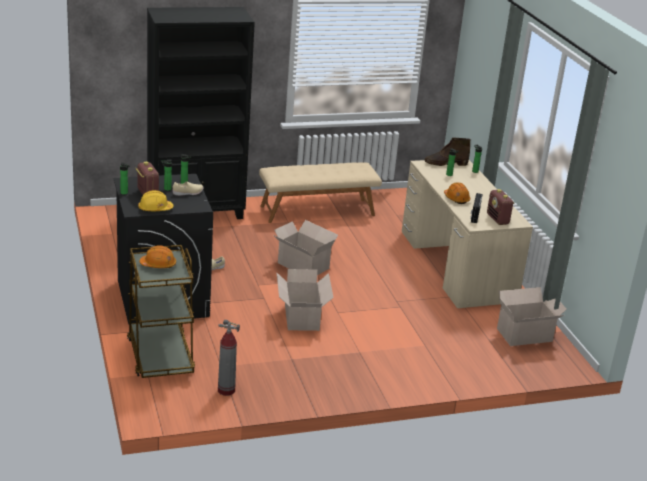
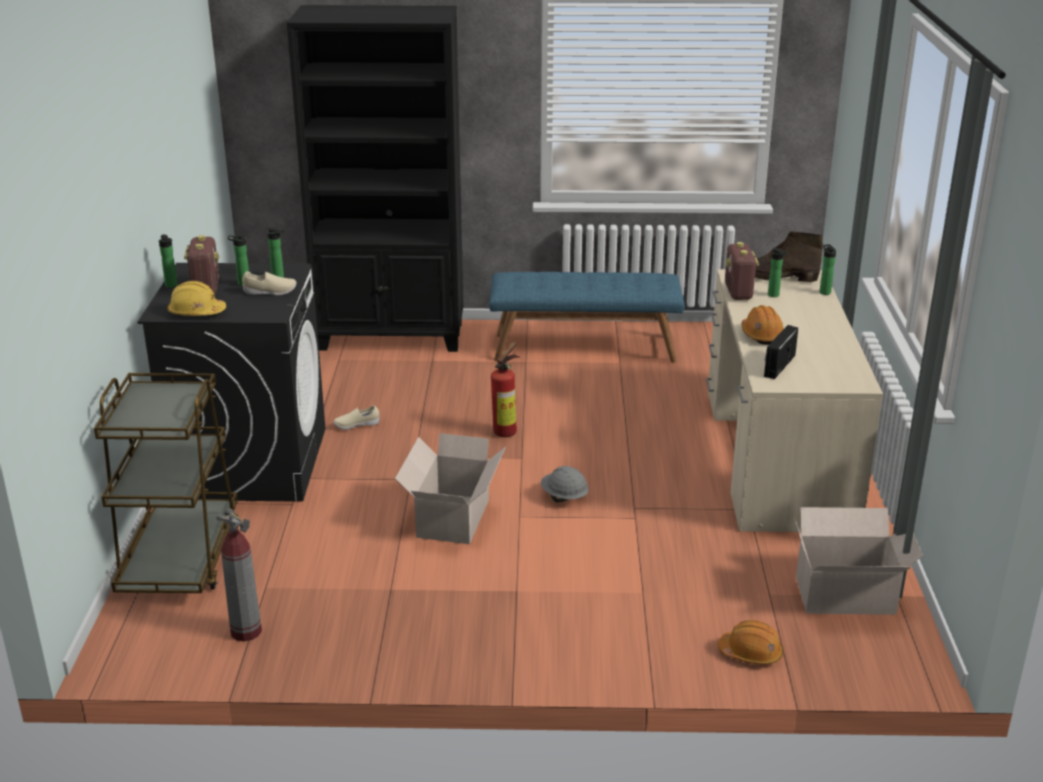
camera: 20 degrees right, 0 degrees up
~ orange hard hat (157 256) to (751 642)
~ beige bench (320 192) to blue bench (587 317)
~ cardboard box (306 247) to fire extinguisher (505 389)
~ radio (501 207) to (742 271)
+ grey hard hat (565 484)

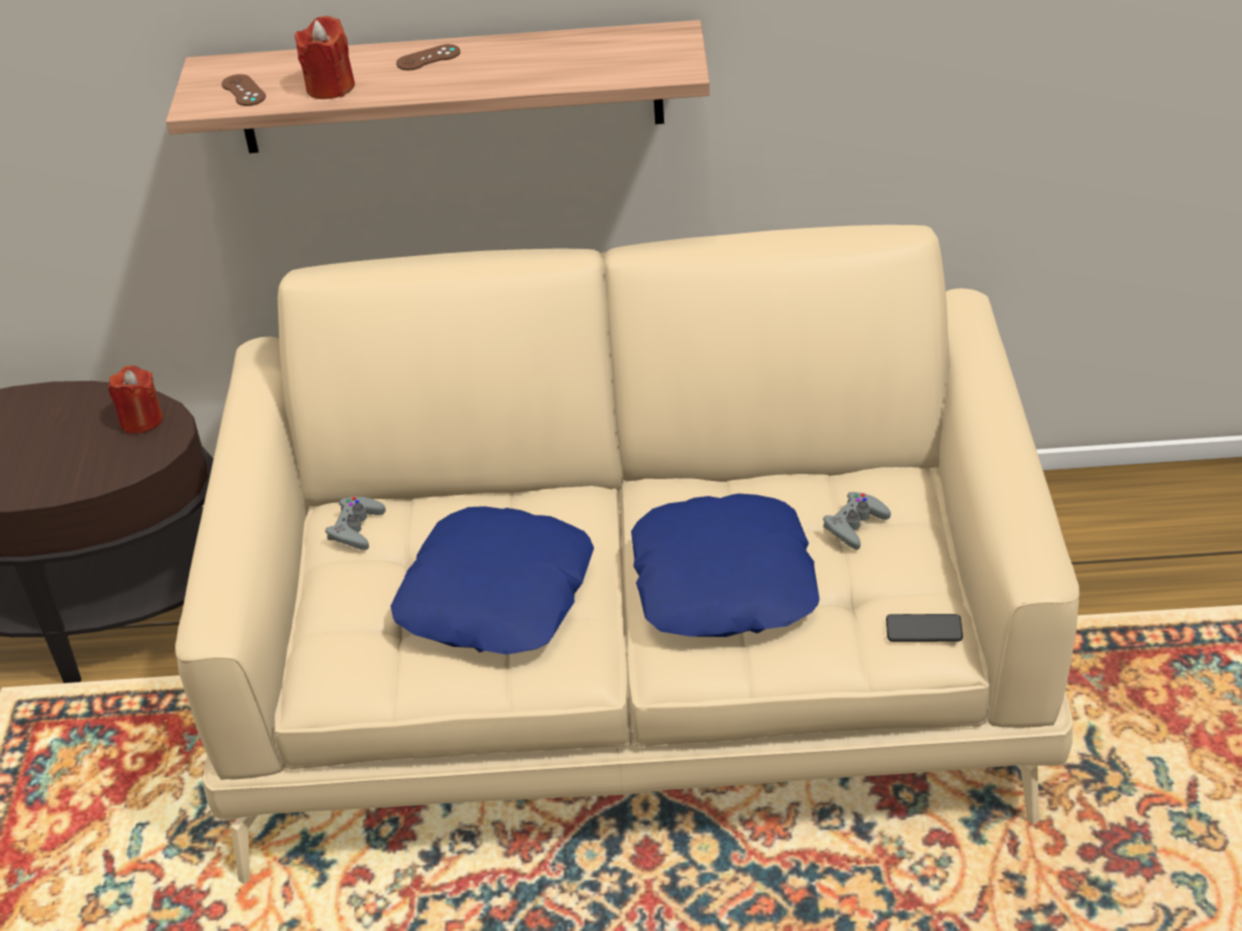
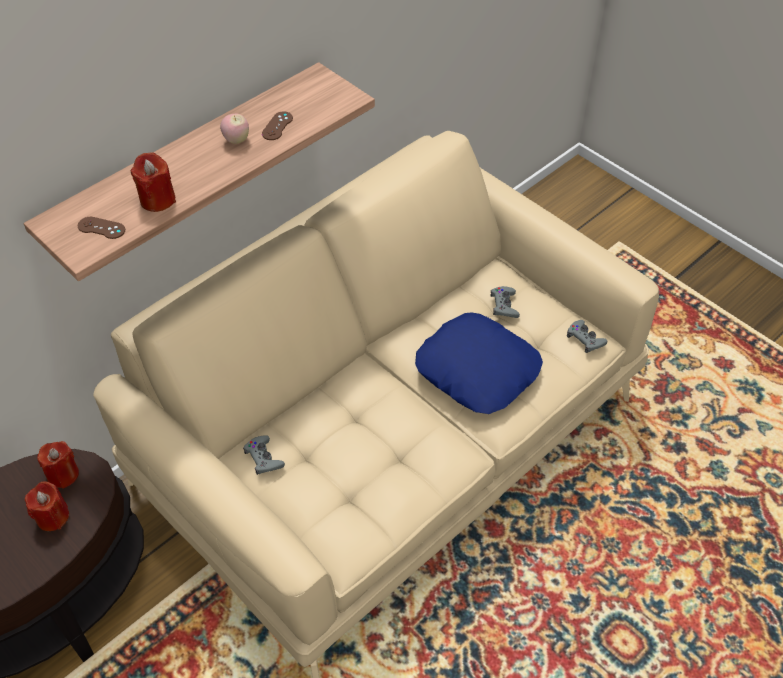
camera: 45 degrees left, 10 degrees up
- blue pillow (492 580)
~ brown game controller (428 57) to (277 125)
~ phone (924 628) to grey game controller (587 336)
+ red candle (47 506)
+ apple (234 129)

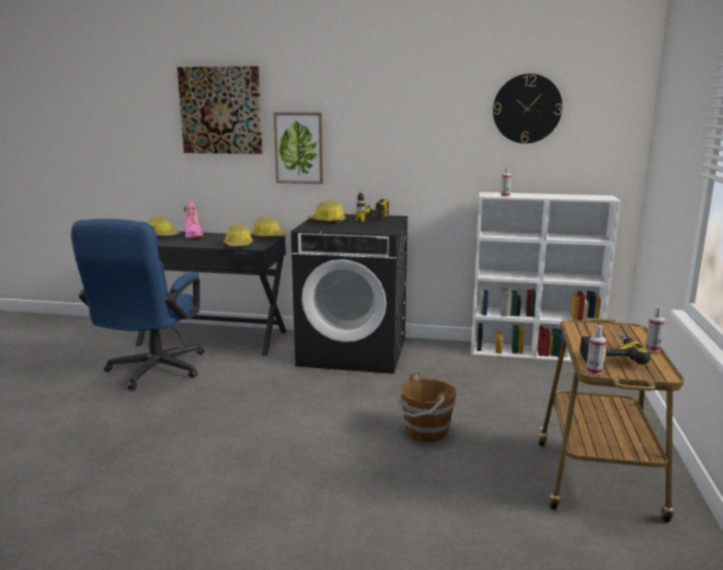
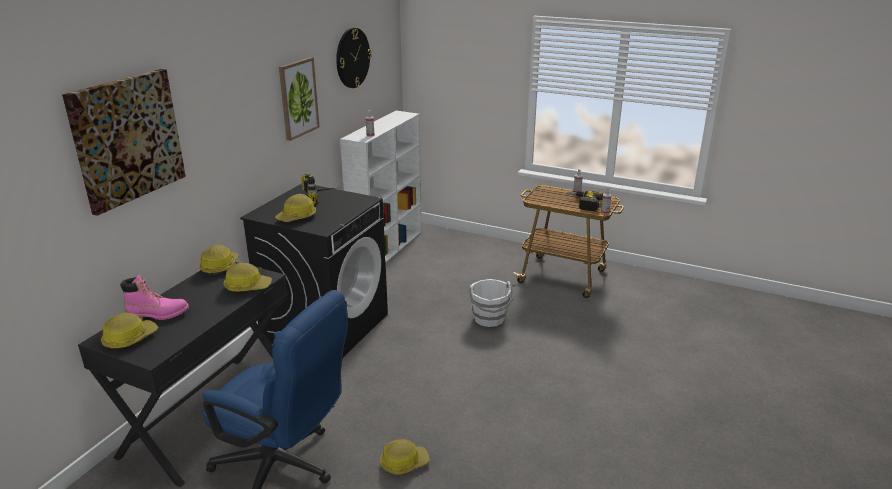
camera: 75 degrees left, 10 degrees up
~ picture (299 148) to (299 99)
~ brown bucket (427 407) to white bucket (491 303)
+ hard hat (404 457)

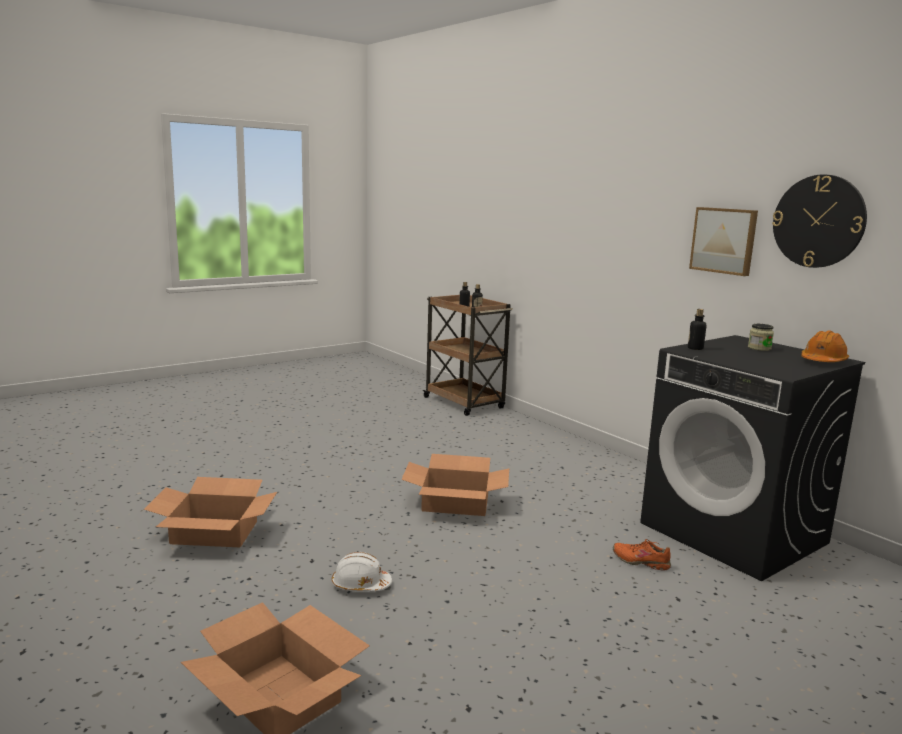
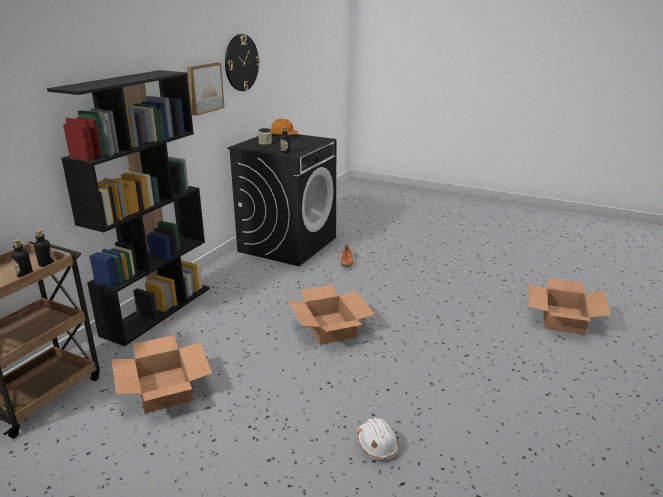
camera: 115 degrees left, 10 degrees up
~ cardboard box (210 512) to (161 374)
~ white hard hat (362 572) to (378 438)
+ black bookcase (128 208)

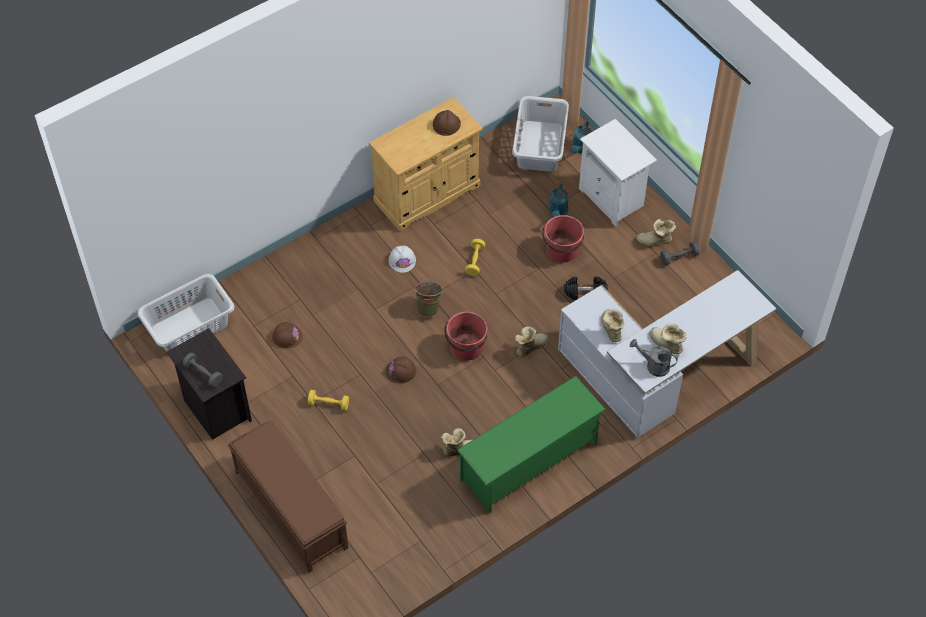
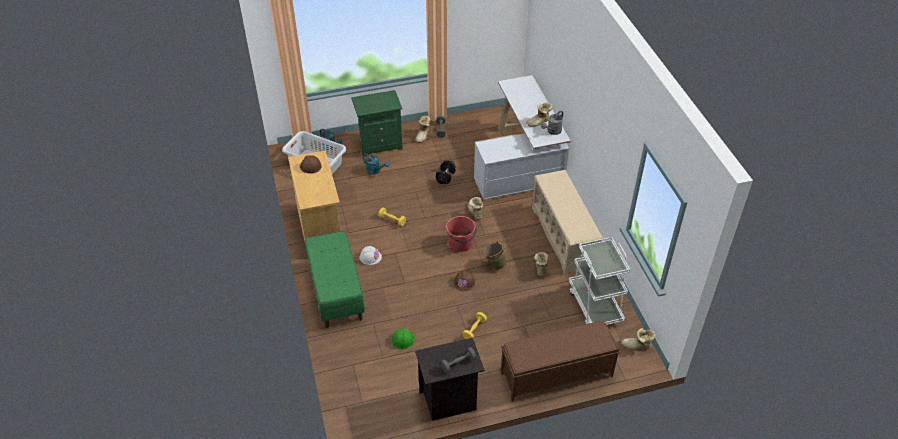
camera: 70 degrees left, 10 degrees down
- grey laundry basket (186 313)
~ brown hard hat (287 335) to green hard hat (403 338)
~ green bucket (428 299) to (494 256)
~ green shoe rack (531 444) to beige shoe rack (567 222)
- red bucket (563 239)
~ white nightstand (618 173) to green nightstand (377 123)
~ boot (612 325) to (638 339)
+ green bench (335 279)
+ white cart (599 281)

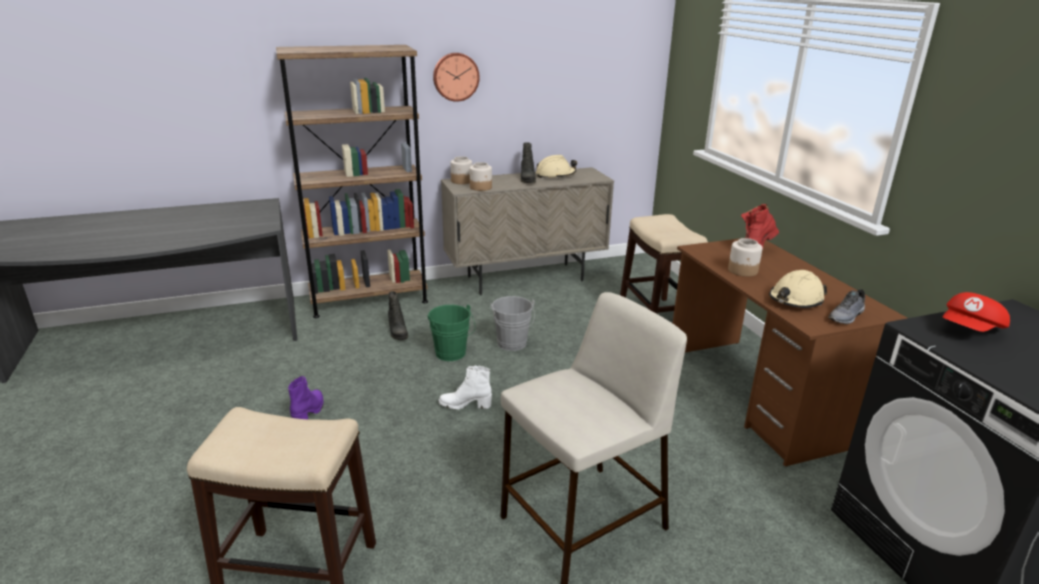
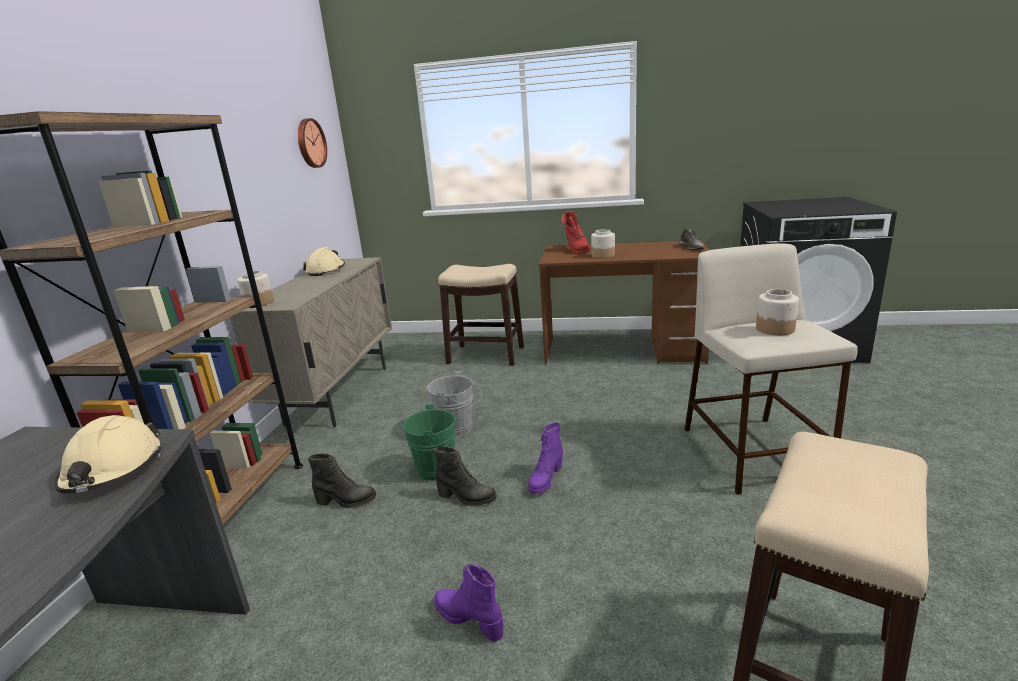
camera: 60 degrees left, 5 degrees down
~ wall clock (456 77) to (312 143)
~ white boot (465 388) to purple boot (545 458)
~ jar (481 176) to (777 312)
~ black boot (528 162) to (465 476)
~ beige hard hat (798 289) to (108 454)
- red cap (976 312)

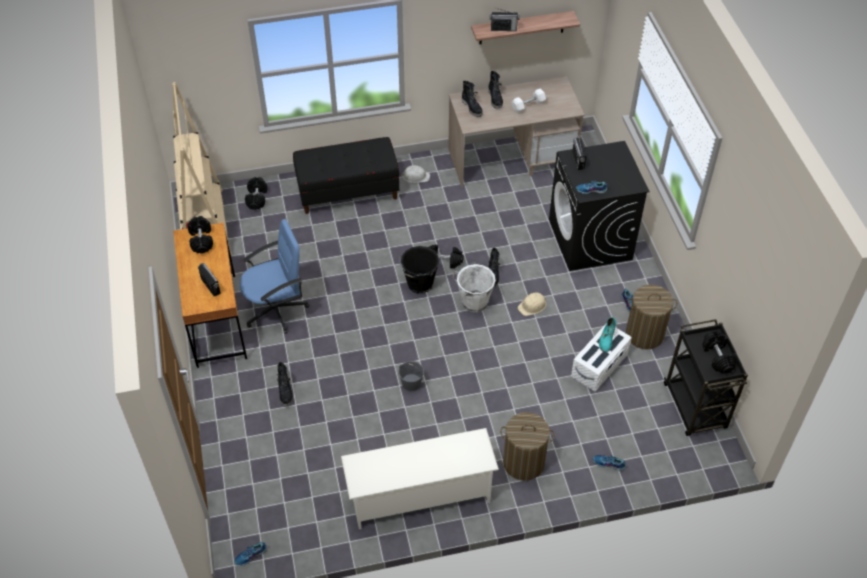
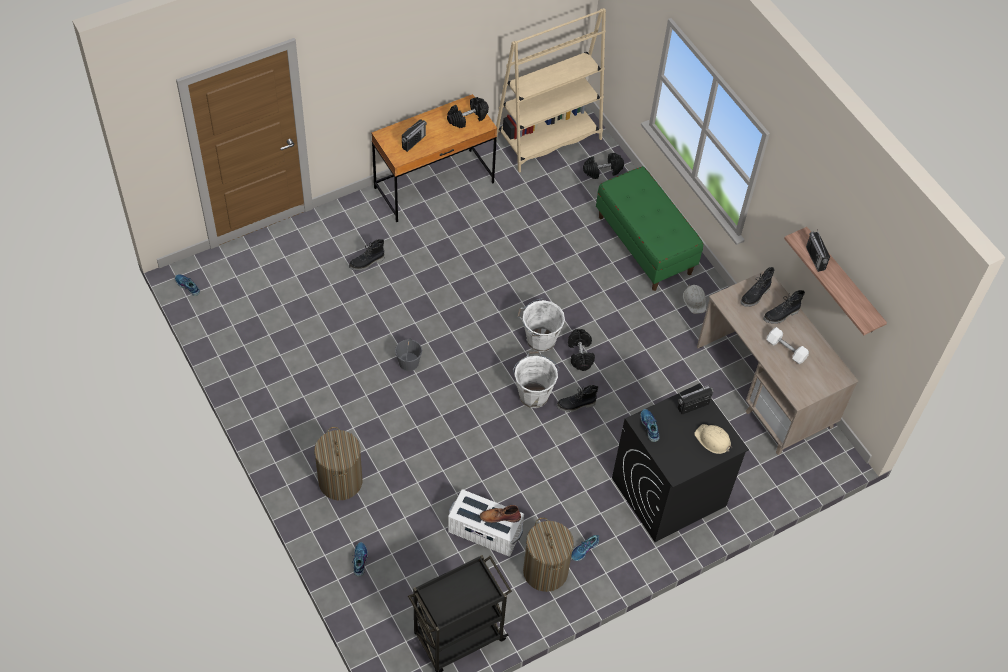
camera: 70 degrees right, 5 degrees up
- blue office chair (274 276)
~ black bench (346 175) to green bench (649 228)
- white shoe rack (420 478)
~ black bucket (419 269) to white bucket (541 325)
~ beige hard hat (532 304) to (713 439)
~ turquoise boot (607 334) to brown boot (500 514)
- black dumbbell (719 351)

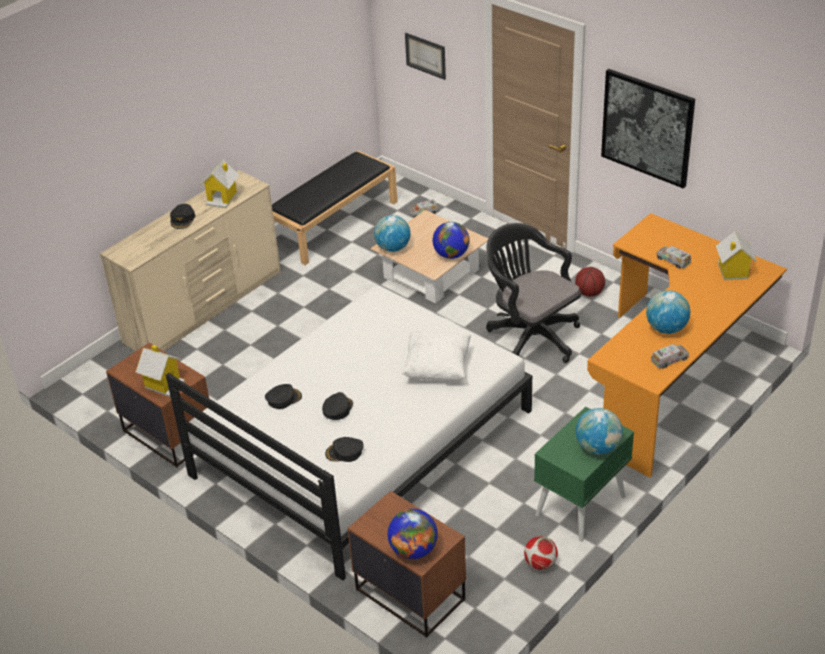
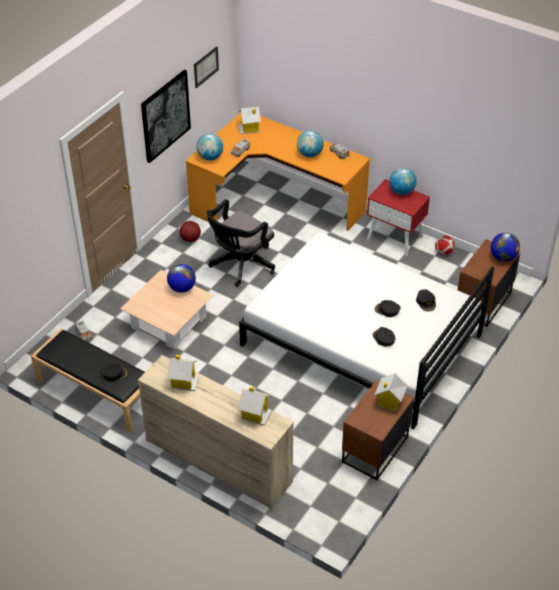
camera: 100 degrees left, 5 degrees up
~ black cap (182 216) to (114 372)
~ globe (392 233) to (210 147)
- white pillow (436 355)
~ picture (425 56) to (206 67)
~ green nightstand (584 474) to red nightstand (398 217)
+ toy house (255 406)

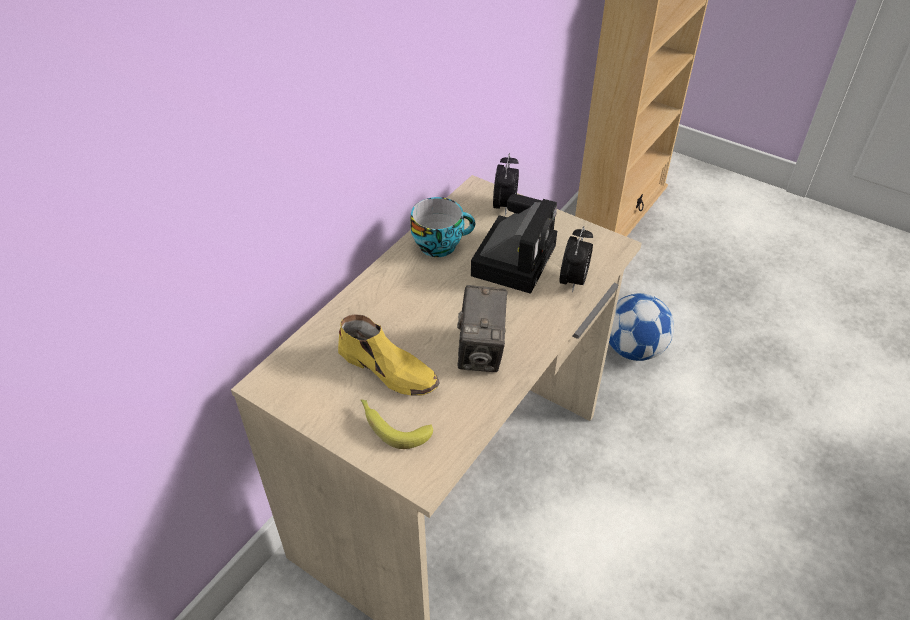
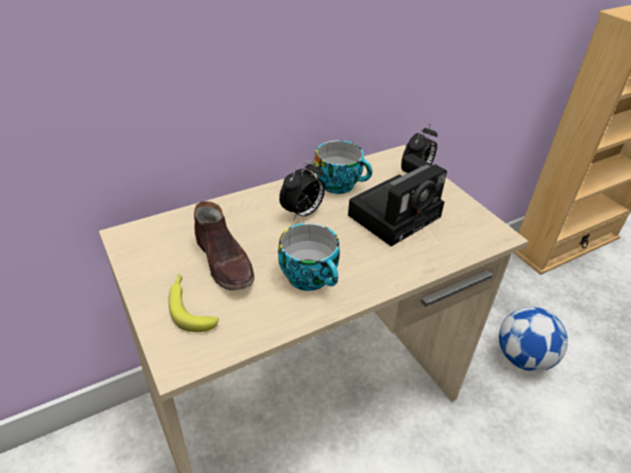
camera: 25 degrees right, 5 degrees down
~ yellow shoe (389 355) to brown shoe (224 246)
~ photo camera (482 328) to cup (309 257)
~ alarm clock (576 259) to (302 190)

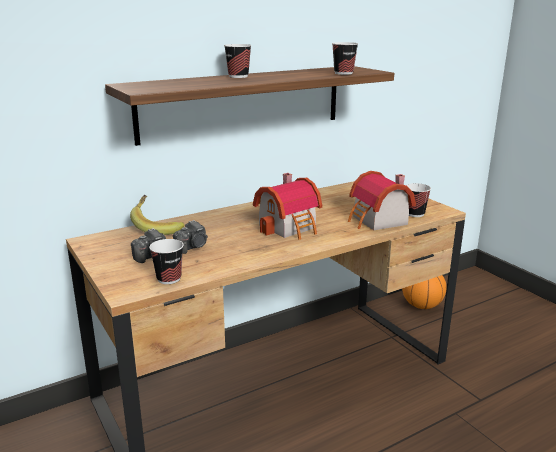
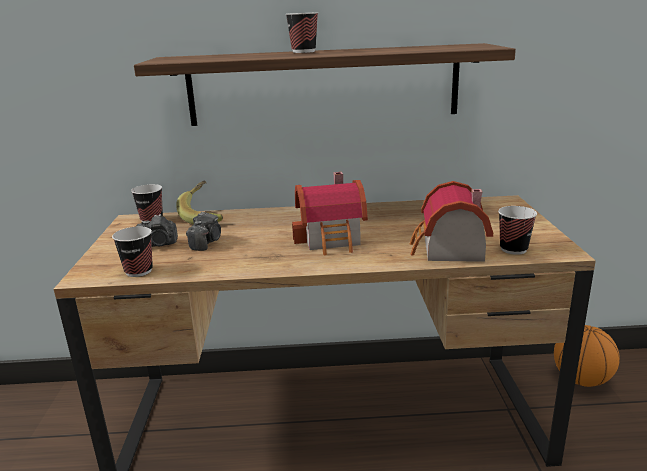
camera: 30 degrees right, 0 degrees up
~ photo camera (190 237) = (203 231) 60 degrees counterclockwise
~ cup (345 58) to (147 203)

